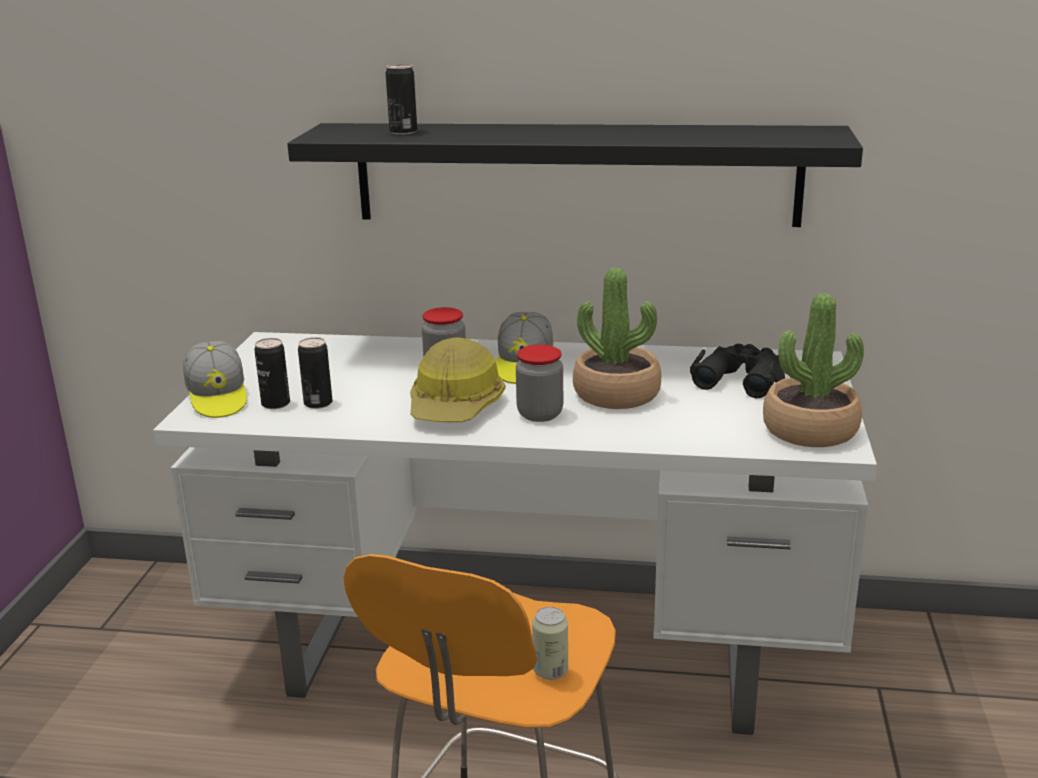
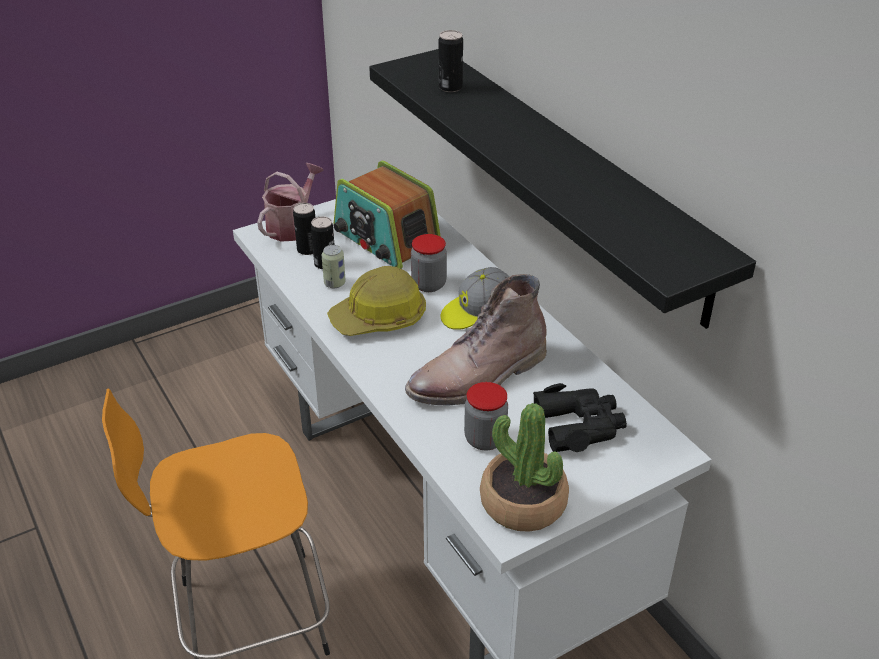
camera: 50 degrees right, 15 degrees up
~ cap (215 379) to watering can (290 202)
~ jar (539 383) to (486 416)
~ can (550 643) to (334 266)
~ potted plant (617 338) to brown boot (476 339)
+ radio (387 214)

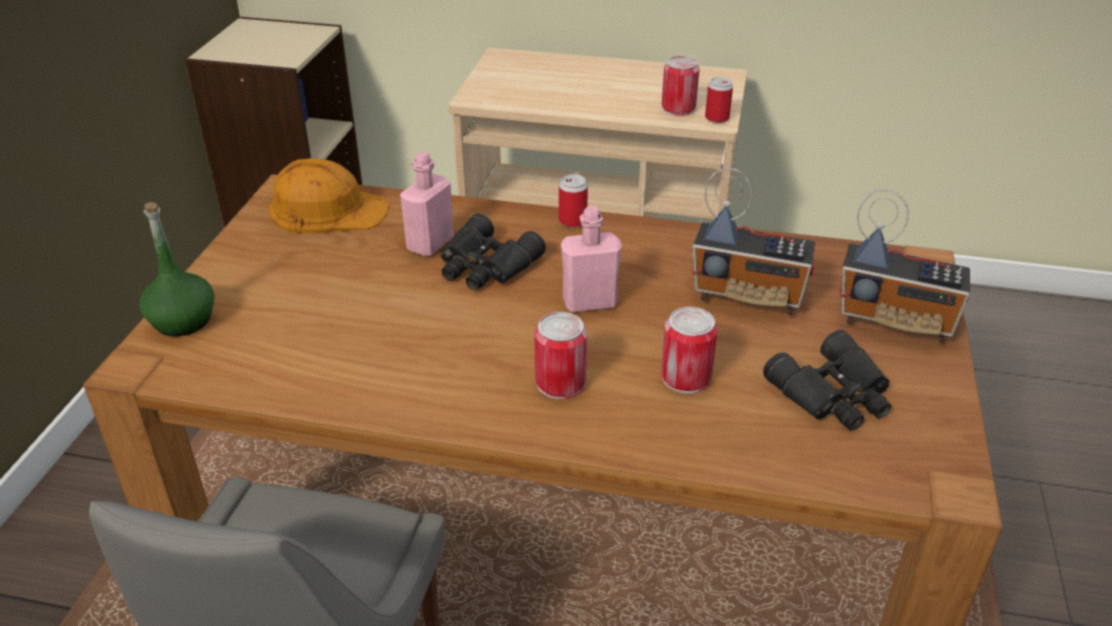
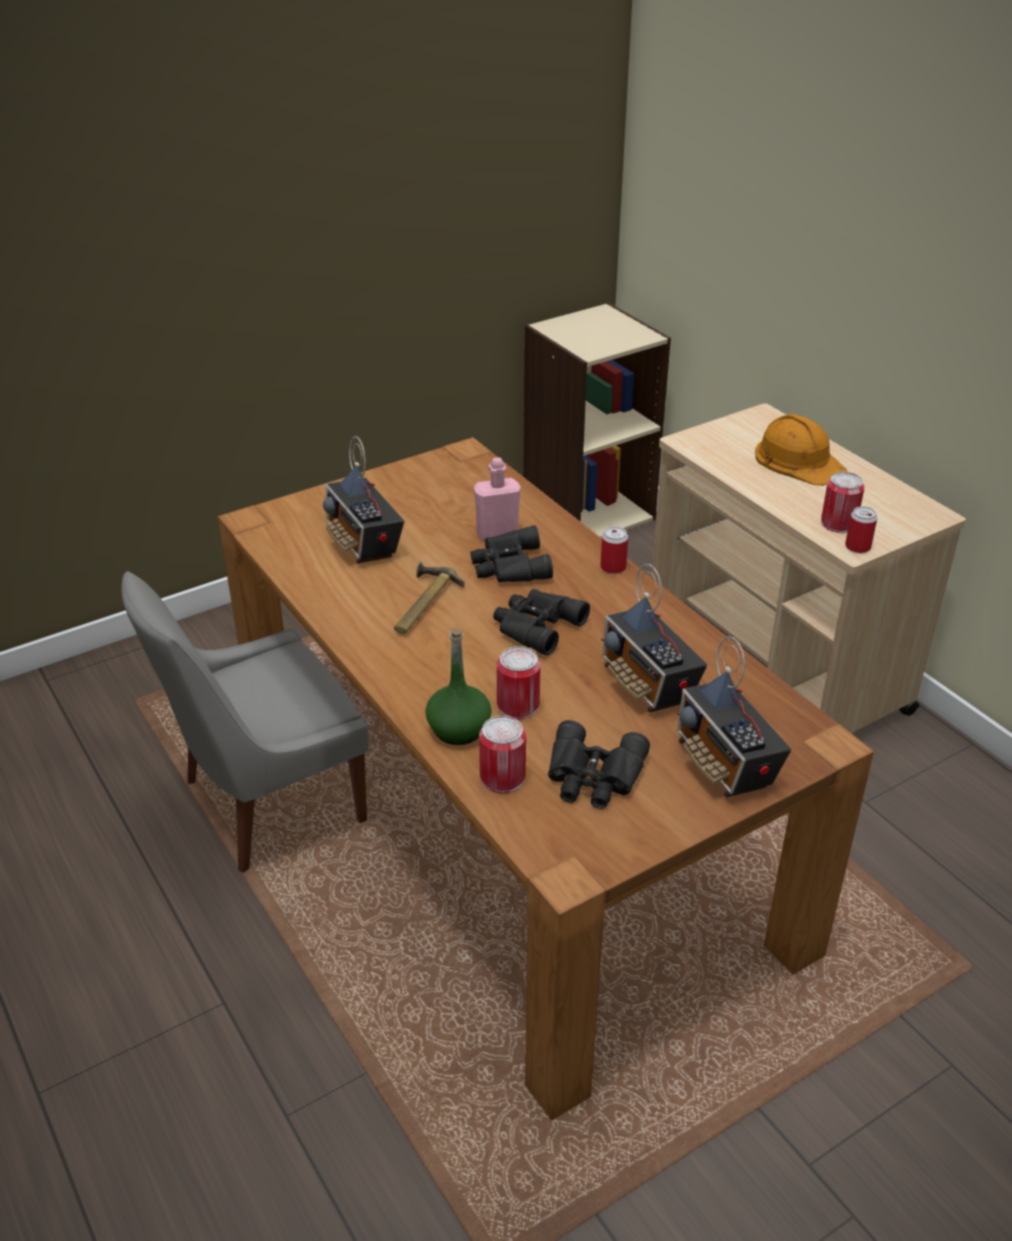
camera: 45 degrees right, 0 degrees up
~ green bottle (177 269) to (458 686)
~ orange hard hat (329 195) to (801 450)
~ can (560 355) to (502 754)
~ pink bottle (591 259) to black binoculars (541 622)
+ radio (363 499)
+ hammer (429 597)

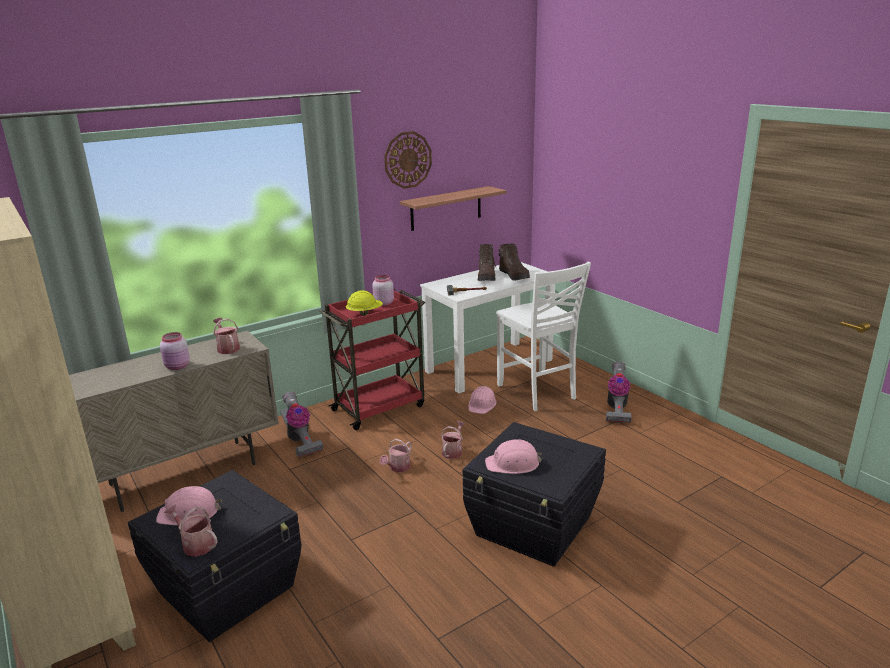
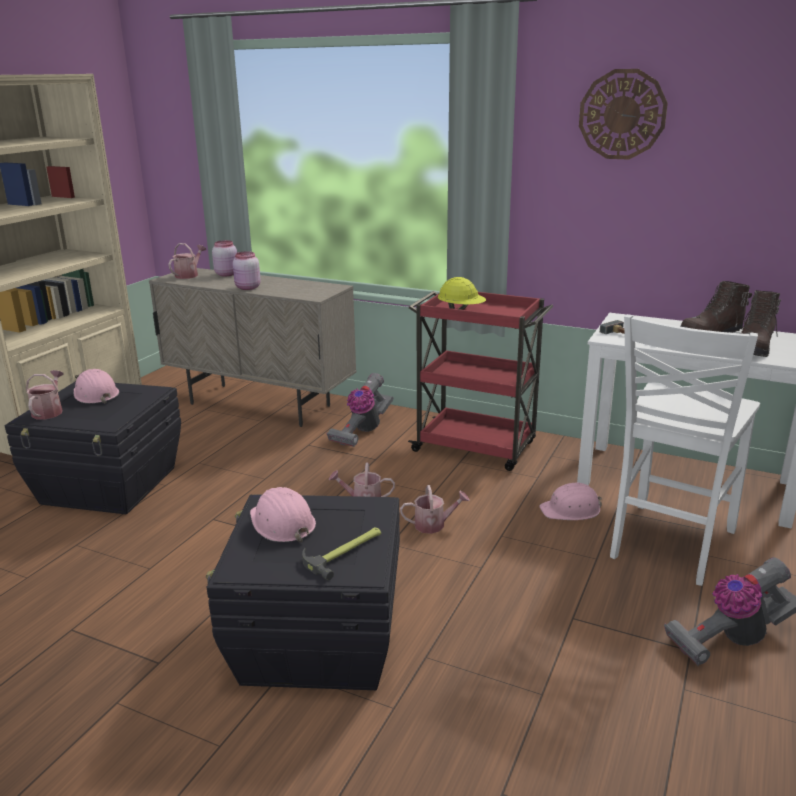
camera: 60 degrees right, 0 degrees up
~ watering can (226 336) to (187 261)
~ pink jar (383 290) to (224 258)
- shelf (453 208)
+ hammer (341 553)

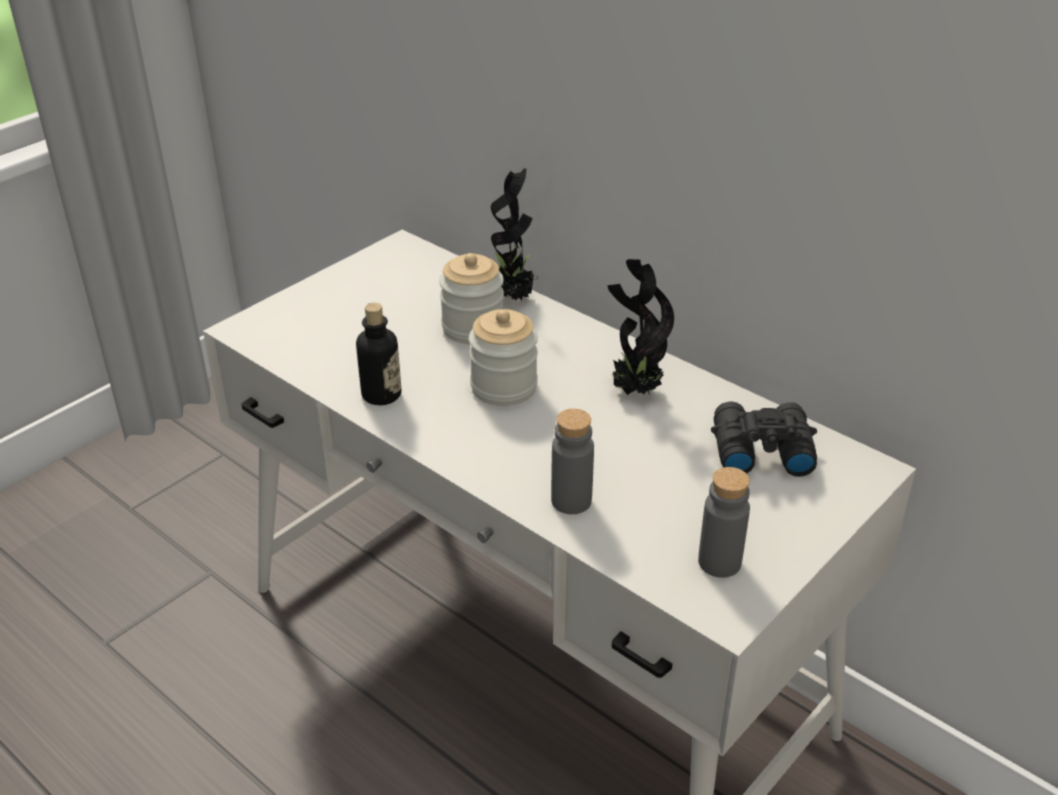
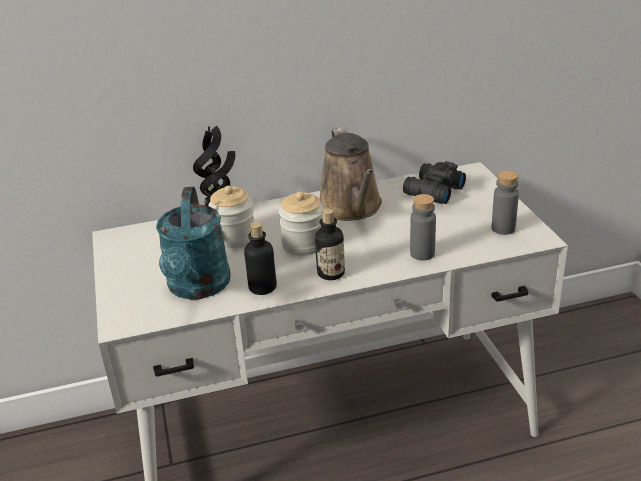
camera: 55 degrees left, 5 degrees down
~ potted plant (640 327) to brown watering can (351 174)
+ turquoise watering can (193 243)
+ bottle (330 244)

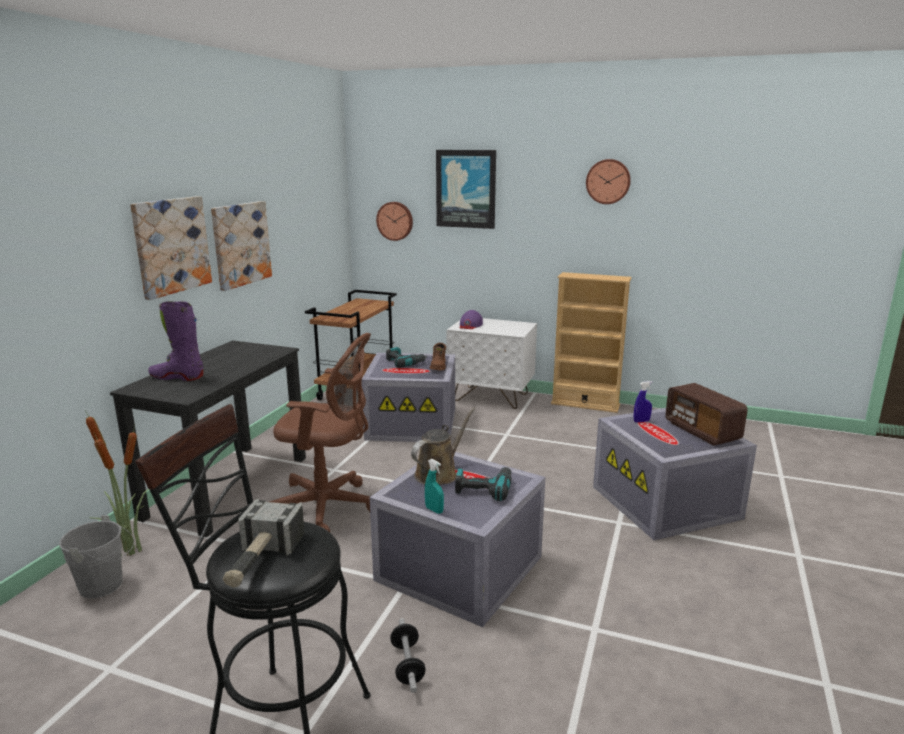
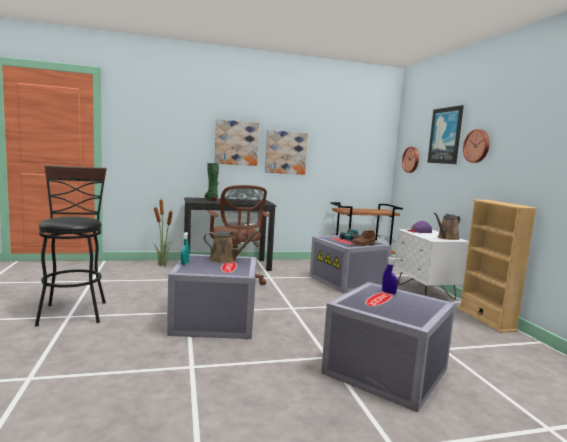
camera: 55 degrees right, 10 degrees down
- grey bucket (96 557)
~ purple boot (176 341) to green boot (212 182)
- hammer (264 543)
- dumbbell (408 655)
- power drill (483 484)
~ wall clock (608 181) to (476 146)
- radio (706 414)
+ brown watering can (447 226)

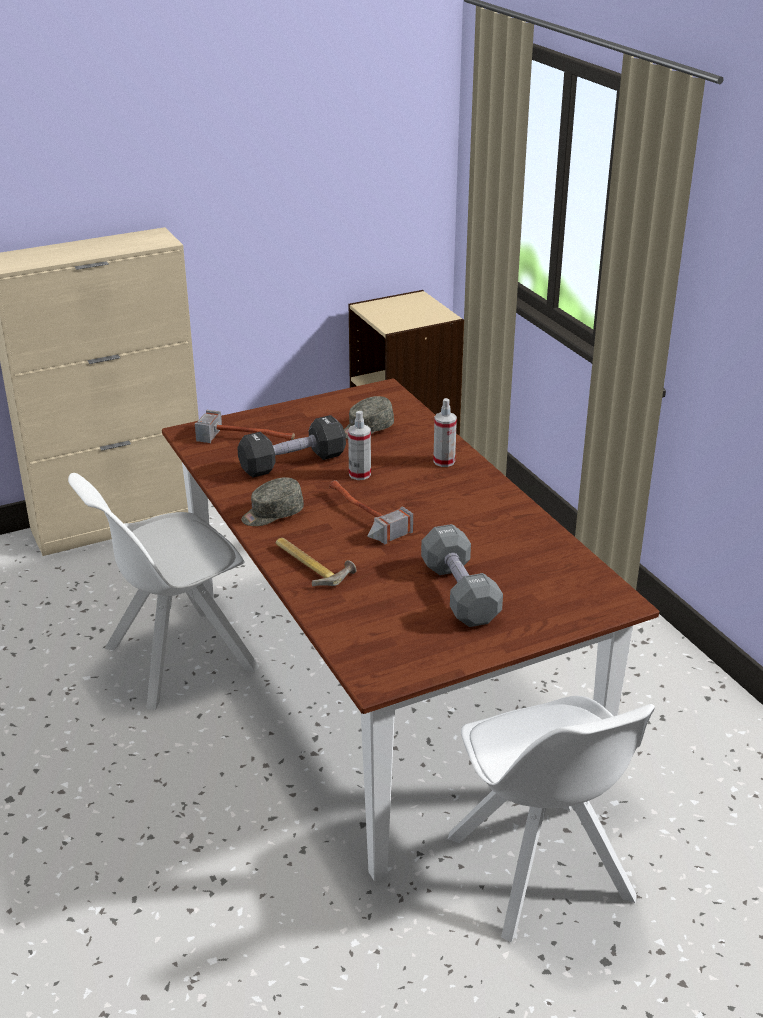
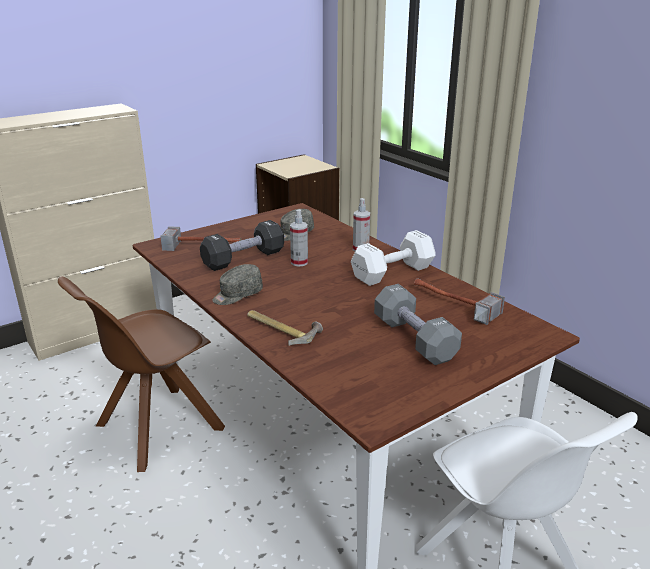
camera: 10 degrees left, 5 degrees down
~ white chair (163 591) to brown chair (141 374)
~ hammer (371 512) to (459 301)
+ white dumbbell (393 258)

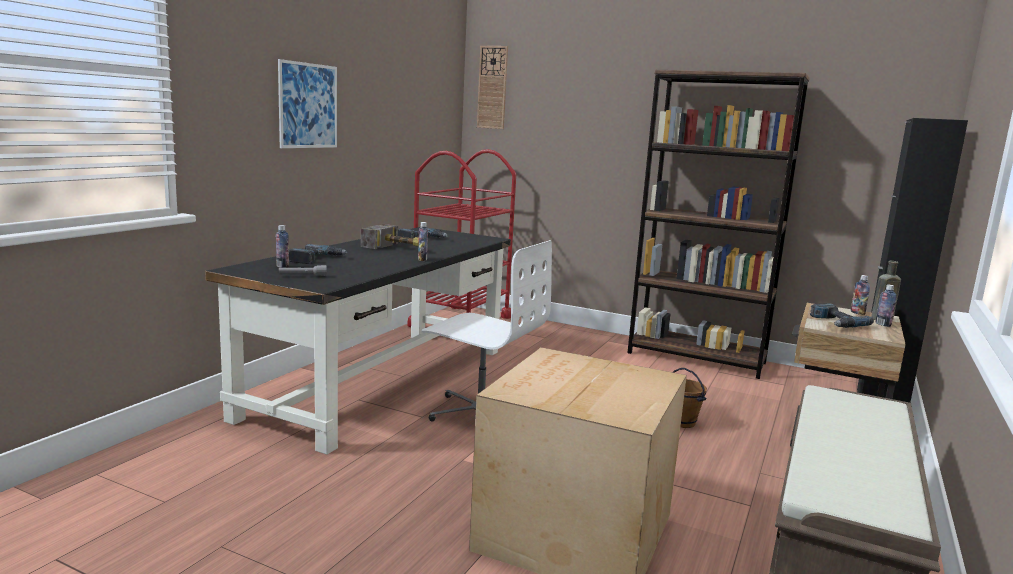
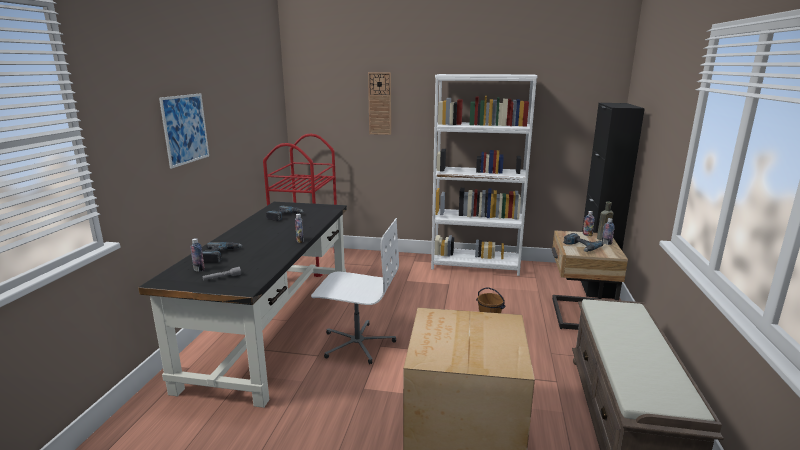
camera: 15 degrees left, 5 degrees up
- hammer (390 236)
~ wall clock (492 87) to (379 103)
~ brown bookcase (719 224) to white bookcase (484 175)

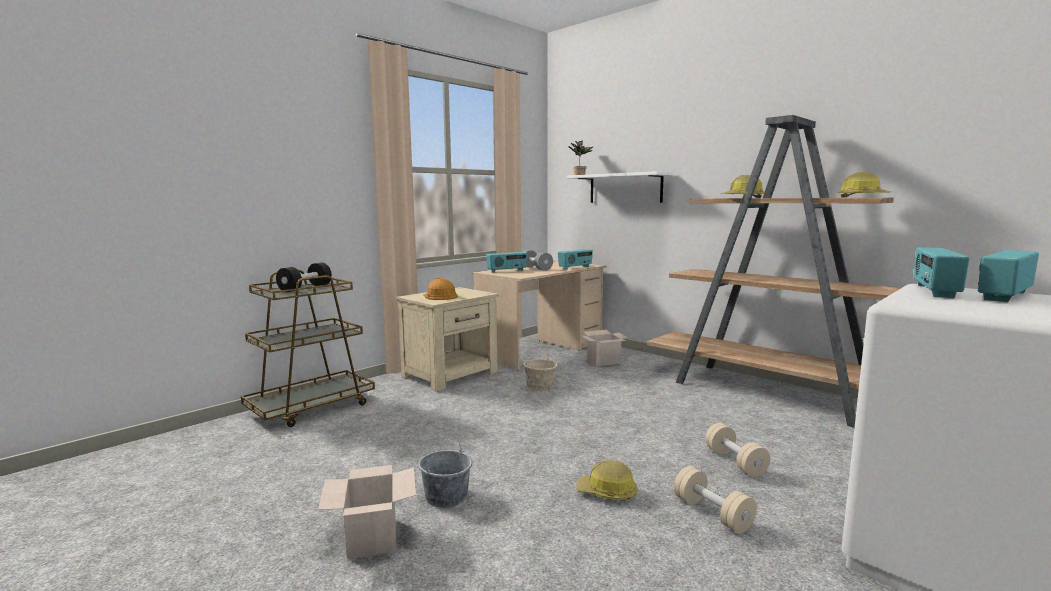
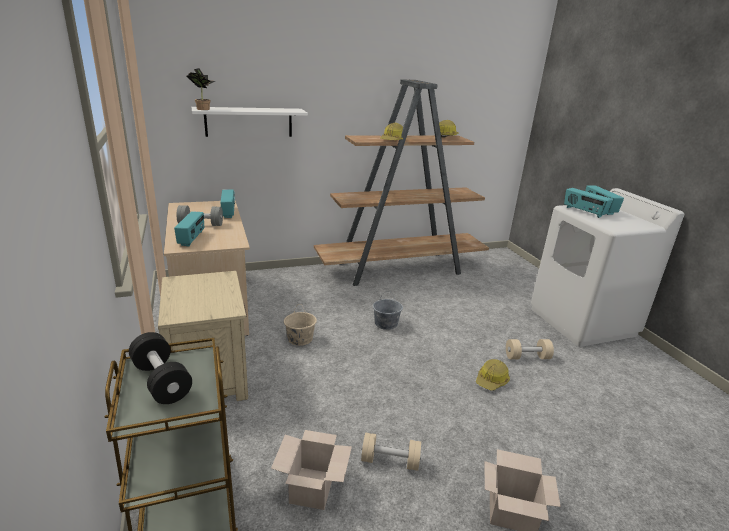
camera: 65 degrees left, 15 degrees up
~ grey bucket (445 471) to (388 310)
- orange hard hat (440 288)
~ cardboard box (605 348) to (311 470)
~ beige dumbbell (737 450) to (391 452)

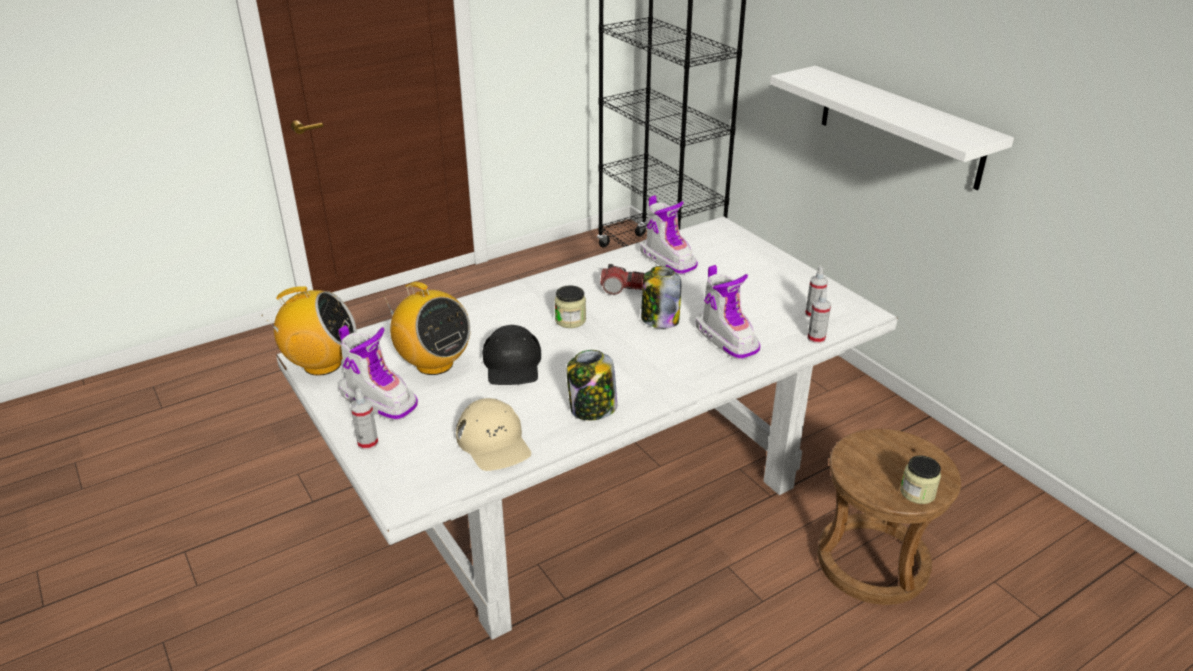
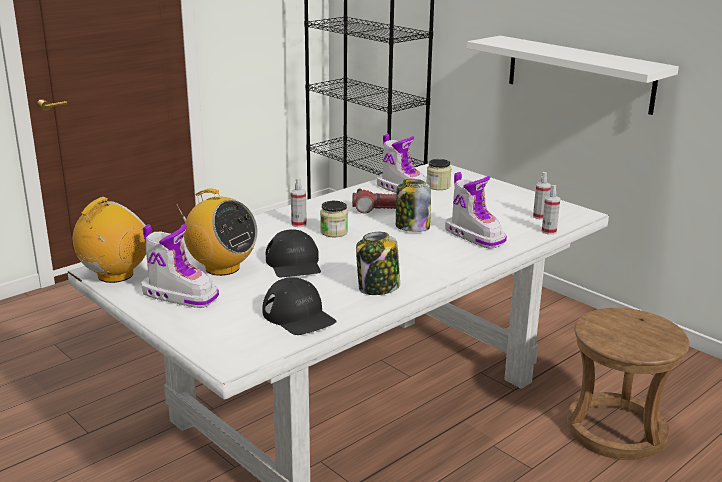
camera: 10 degrees left, 10 degrees down
~ radio (309 331) = (109 240) 45 degrees counterclockwise
~ spray bottle (364 419) to (299 202)
~ beige cap (493 434) to black cap (299 306)
~ jar (920 479) to (439 174)

